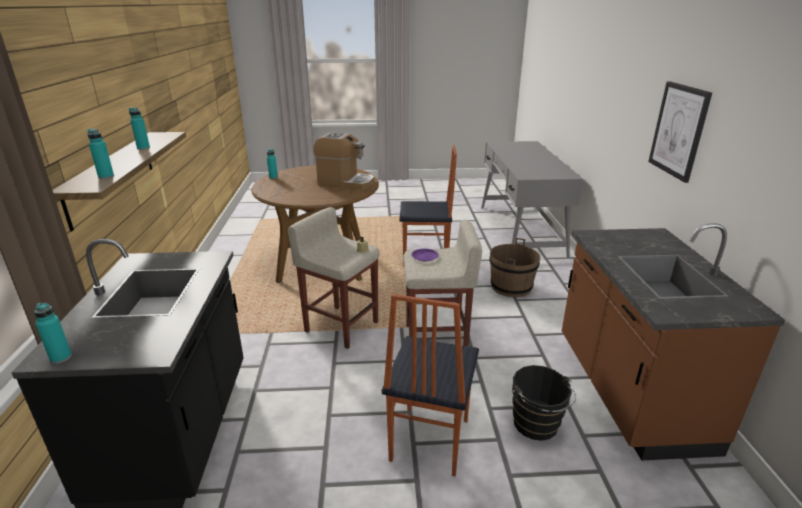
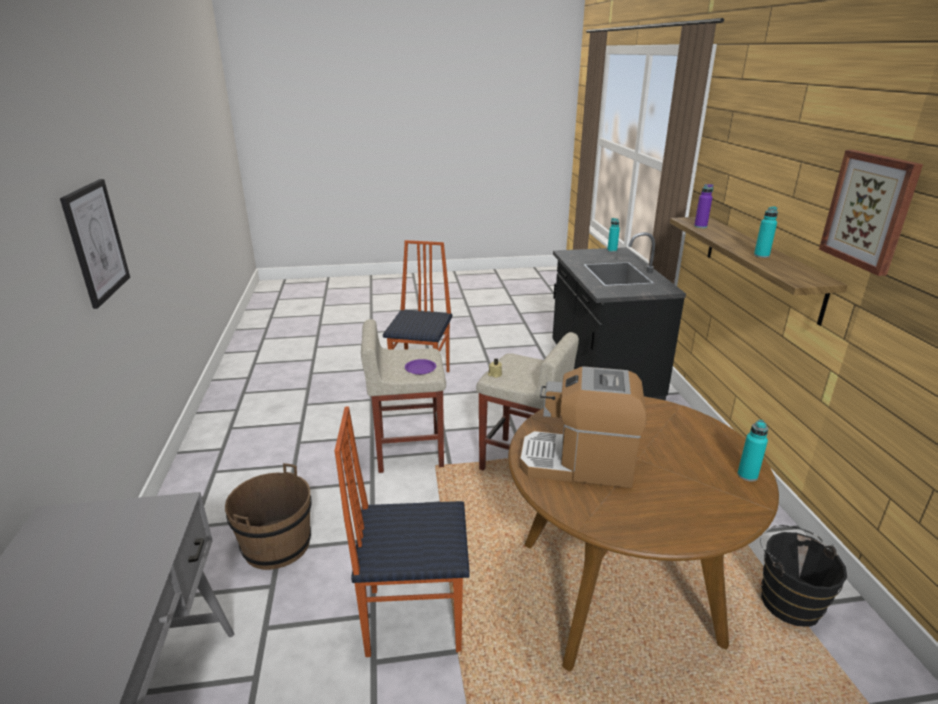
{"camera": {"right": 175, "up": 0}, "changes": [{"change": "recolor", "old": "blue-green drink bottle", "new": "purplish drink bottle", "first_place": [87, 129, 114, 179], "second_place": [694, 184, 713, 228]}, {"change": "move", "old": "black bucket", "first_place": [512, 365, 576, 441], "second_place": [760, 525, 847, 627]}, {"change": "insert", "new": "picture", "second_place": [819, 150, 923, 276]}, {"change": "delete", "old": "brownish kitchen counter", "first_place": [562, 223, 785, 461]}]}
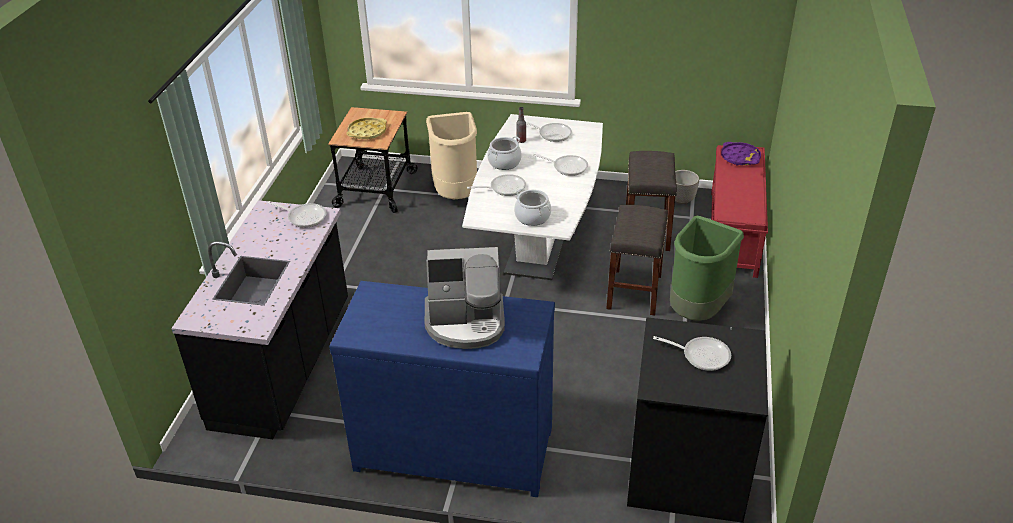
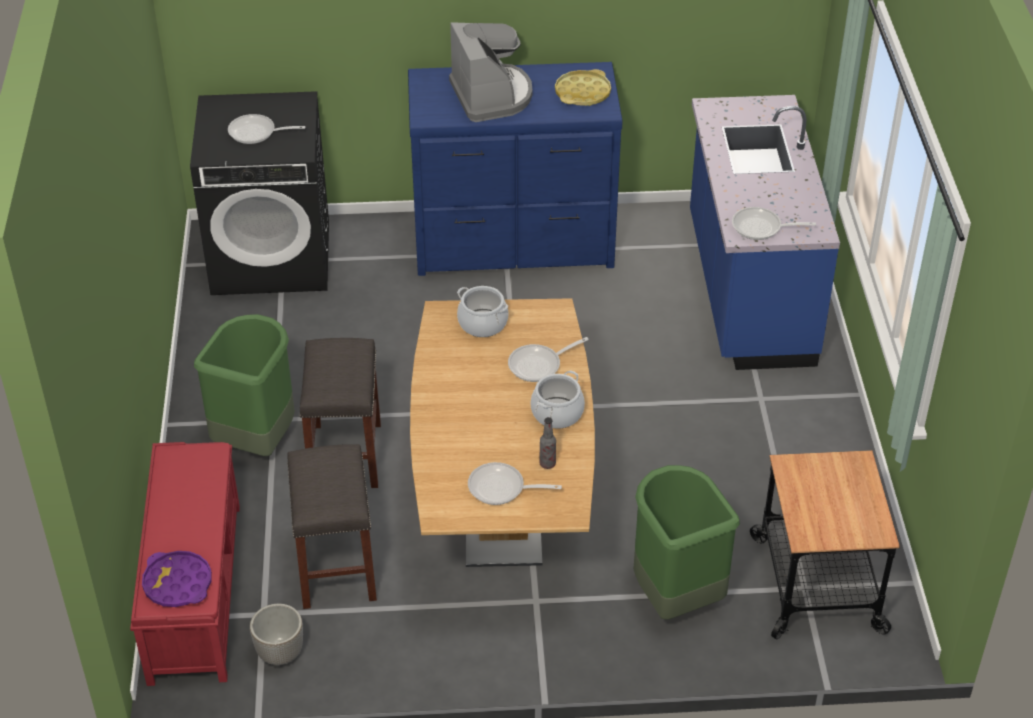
{"camera": {"right": 165, "up": 5}, "changes": [{"change": "recolor", "old": "white dining table", "new": "brownish dining table", "first_place": [462, 114, 603, 280], "second_place": [410, 298, 595, 567]}, {"change": "rotate", "old": "coffee machine", "first_place": [425, 247, 505, 349], "second_place": [449, 22, 532, 122], "degrees": 90}, {"change": "move", "old": "yellowish carrying tray", "first_place": [347, 118, 387, 139], "second_place": [555, 69, 611, 106]}, {"change": "recolor", "old": "beige-coloured waste bin", "new": "greenish waste bin", "first_place": [426, 112, 477, 199], "second_place": [633, 465, 740, 620]}, {"change": "recolor", "old": "black kitchen counter", "new": "bluish kitchen counter", "first_place": [171, 200, 348, 439], "second_place": [690, 95, 840, 370]}, {"change": "delete", "old": "skillet", "first_place": [532, 154, 588, 176]}]}
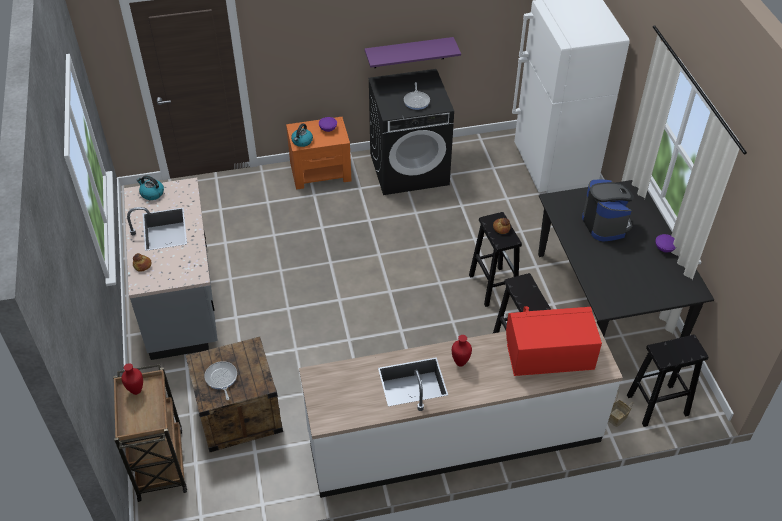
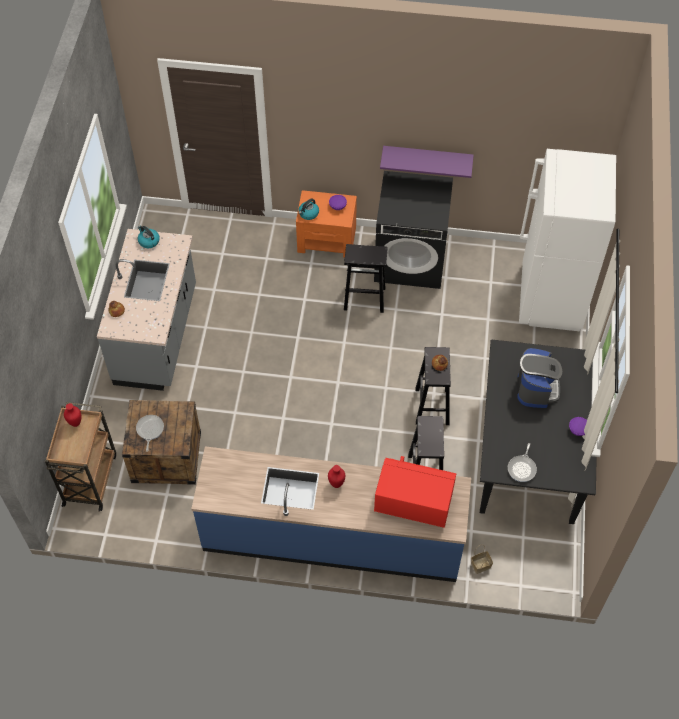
{"camera": {"right": 20, "up": 10}, "changes": [{"change": "recolor", "old": "white kitchen counter", "new": "bluish kitchen counter", "first_place": [299, 317, 623, 498], "second_place": [191, 446, 471, 582]}, {"change": "move", "old": "black stool", "first_place": [627, 334, 709, 427], "second_place": [344, 244, 388, 313]}, {"change": "move", "old": "skillet", "first_place": [404, 82, 430, 110], "second_place": [508, 443, 537, 482]}]}
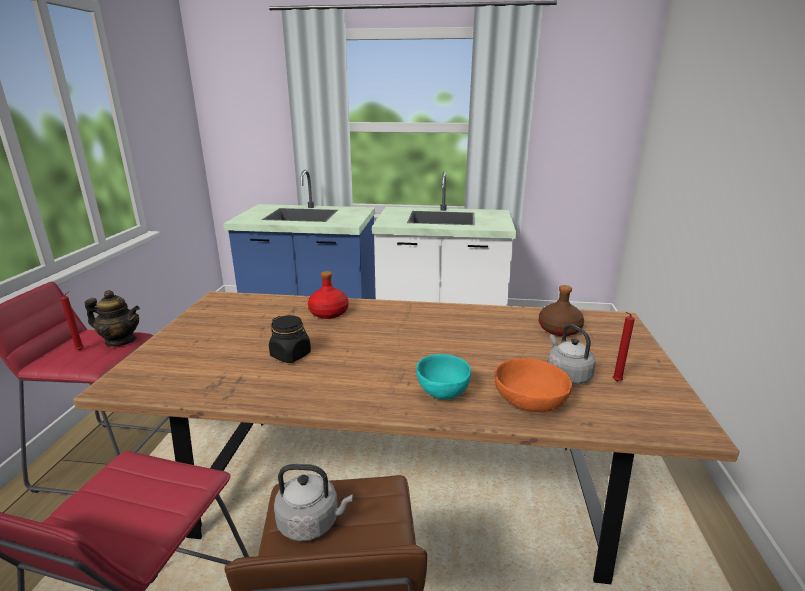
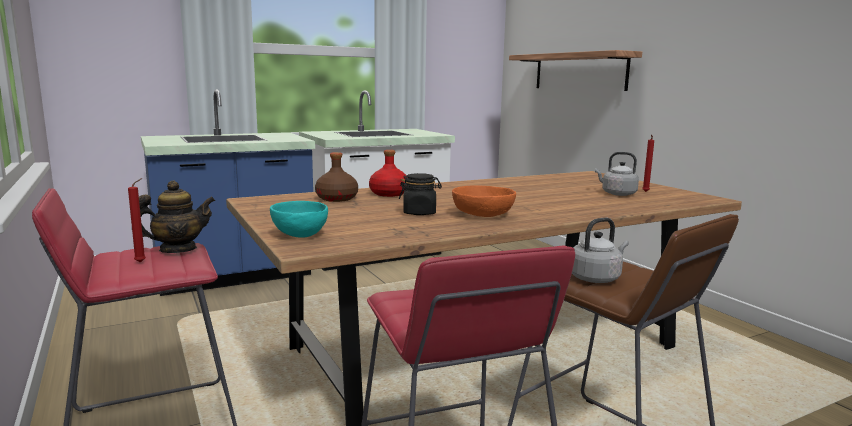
{"camera": {"right": -35, "up": -10}, "changes": [{"change": "move", "old": "blue-green deep dish", "first_place": [416, 354, 471, 400], "second_place": [270, 201, 328, 238]}, {"change": "move", "old": "brownish drink bottle", "first_place": [539, 285, 584, 336], "second_place": [315, 152, 358, 202]}, {"change": "move", "old": "orangey deep dish", "first_place": [495, 358, 572, 412], "second_place": [452, 186, 516, 217]}, {"change": "insert", "new": "bracket shelf", "second_place": [509, 50, 642, 91]}]}
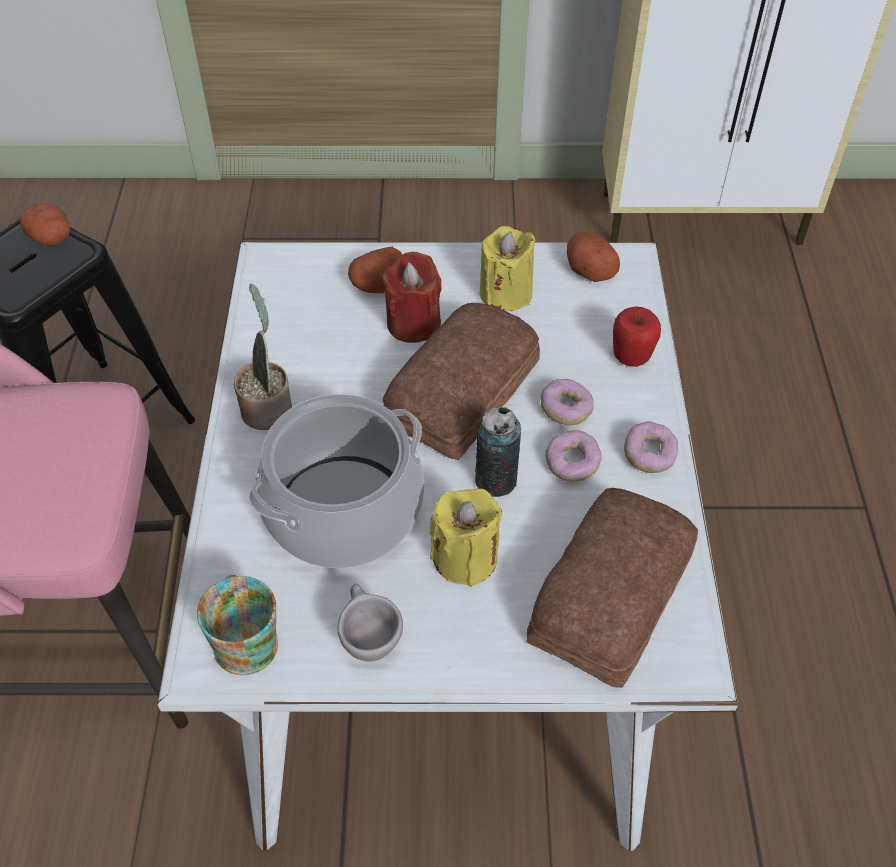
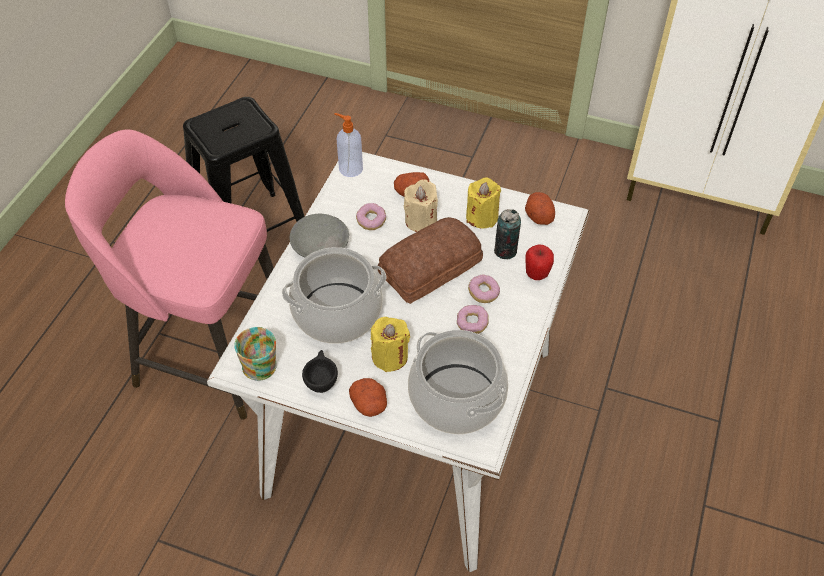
{"camera": {"right": 20, "up": 0}, "changes": [{"change": "replace", "old": "plant in a pot", "new": "greyish deep dish", "first_place": [234, 284, 292, 430], "second_place": [290, 214, 349, 258]}, {"change": "recolor", "old": "beige-coloured small cup", "new": "black small cup", "first_place": [337, 583, 403, 662], "second_place": [302, 350, 338, 393]}, {"change": "insert", "new": "soap bottle", "second_place": [334, 113, 363, 177]}, {"change": "move", "old": "potato", "first_place": [20, 203, 71, 246], "second_place": [349, 378, 387, 417]}, {"change": "move", "old": "donut", "first_place": [624, 421, 678, 473], "second_place": [356, 203, 386, 230]}, {"change": "recolor", "old": "red-coloured wax light", "new": "beige-coloured wax light", "first_place": [382, 252, 441, 343], "second_place": [404, 179, 438, 232]}, {"change": "replace", "old": "bread", "new": "stockpot", "first_place": [526, 488, 698, 688], "second_place": [408, 330, 508, 434]}, {"change": "move", "old": "can", "first_place": [475, 407, 521, 497], "second_place": [494, 209, 521, 259]}]}
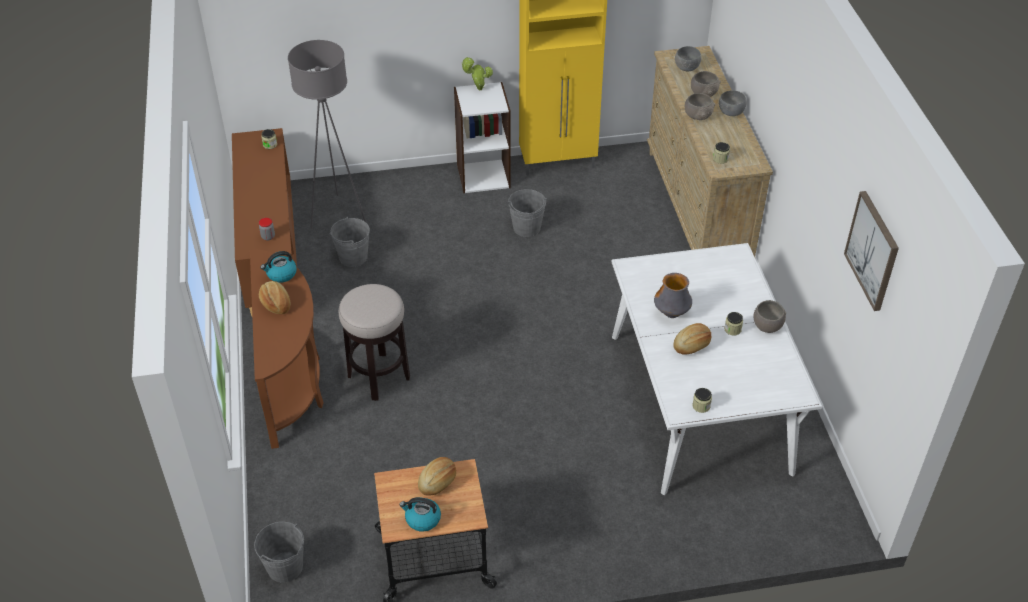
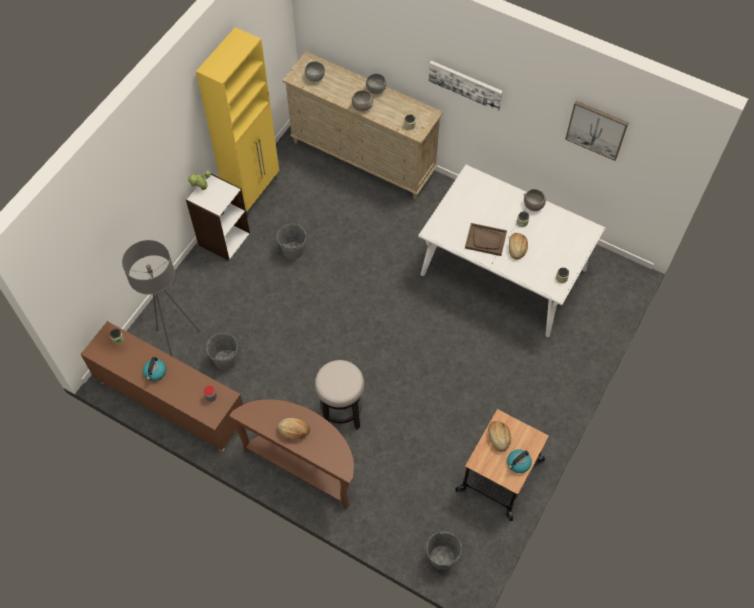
{"camera": {"right": -50, "up": 15}, "changes": [{"change": "move", "old": "kettle", "first_place": [260, 251, 297, 283], "second_place": [143, 357, 166, 381]}, {"change": "insert", "new": "picture", "second_place": [429, 61, 503, 111]}, {"change": "replace", "old": "decorative vase", "new": "brownish carrying tray", "first_place": [654, 273, 692, 318], "second_place": [465, 223, 507, 256]}, {"change": "delete", "old": "greyish deep dish", "first_place": [691, 71, 721, 97]}]}
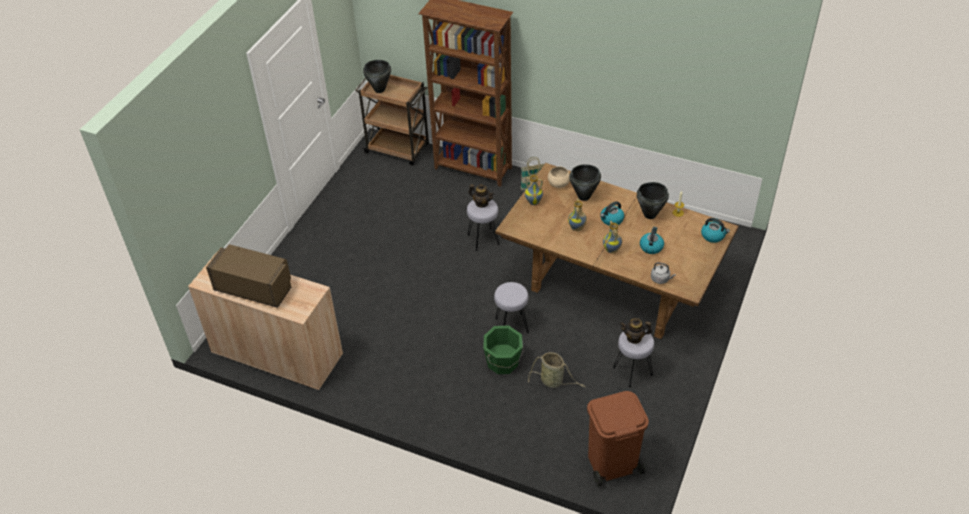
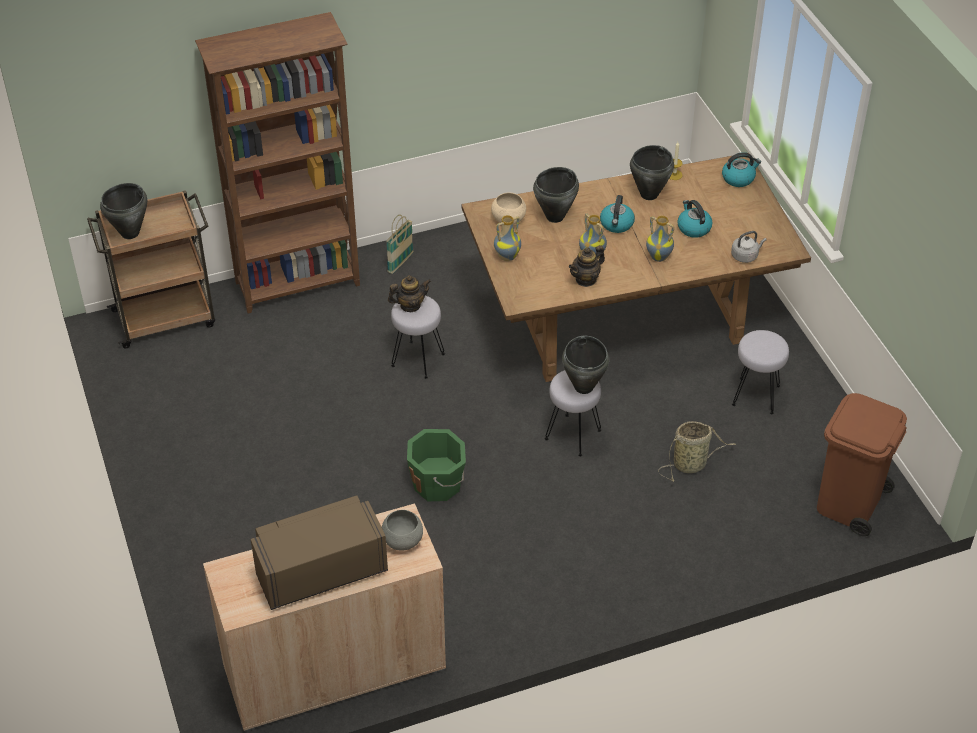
{"camera": {"right": -45, "up": 0}, "changes": [{"change": "insert", "new": "greyish deep dish", "second_place": [382, 510, 423, 551]}, {"change": "move", "old": "greenish bucket", "first_place": [484, 325, 523, 374], "second_place": [407, 429, 466, 501]}, {"change": "insert", "new": "black stockpot", "second_place": [562, 336, 609, 394]}, {"change": "move", "old": "pot for tea", "first_place": [620, 318, 652, 344], "second_place": [569, 245, 605, 287]}]}
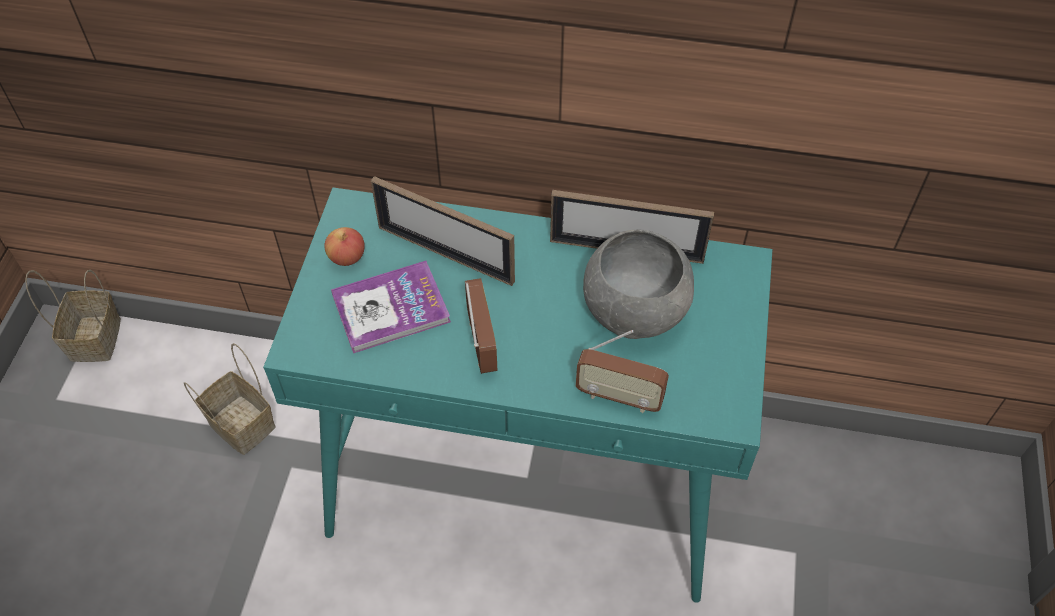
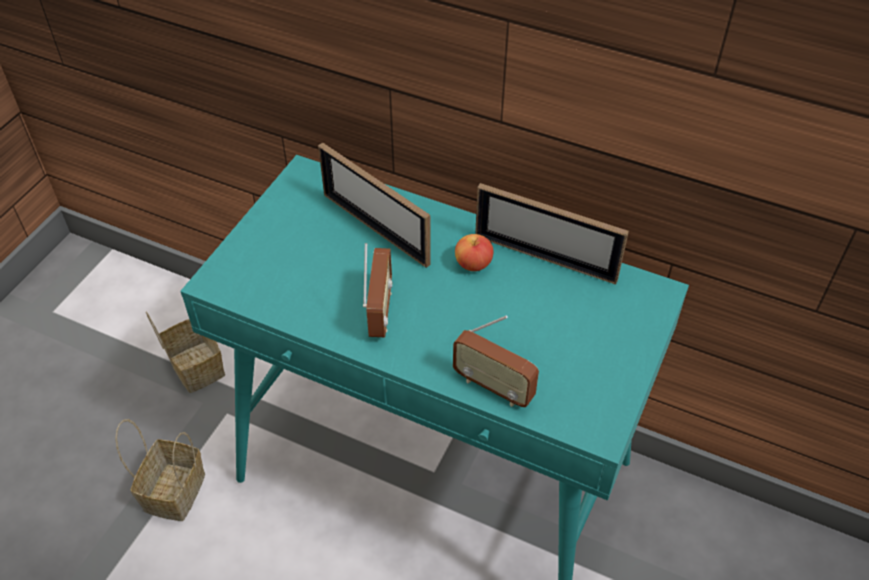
{"camera": {"right": 15, "up": -5}, "changes": [{"change": "move", "old": "household basket", "first_place": [25, 270, 121, 362], "second_place": [115, 419, 205, 521]}, {"change": "move", "old": "apple", "first_place": [325, 227, 365, 266], "second_place": [455, 234, 494, 271]}, {"change": "delete", "old": "bound book", "first_place": [331, 261, 451, 353]}, {"change": "delete", "old": "greyish deep dish", "first_place": [583, 230, 694, 339]}]}
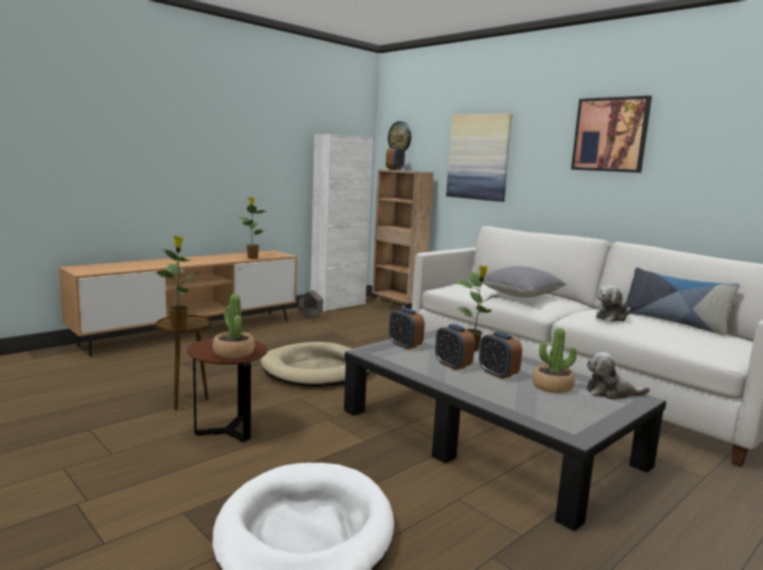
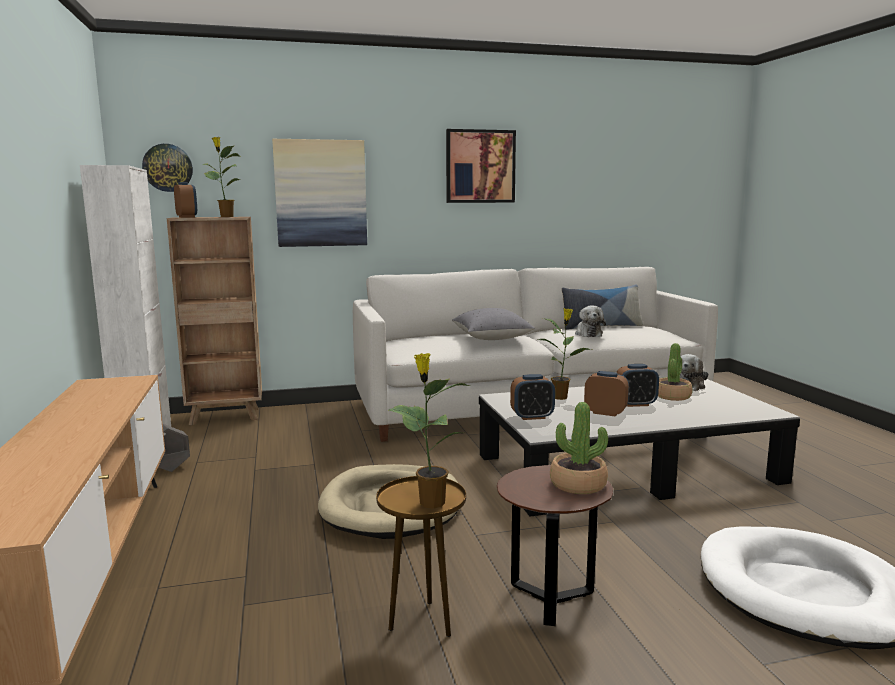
{"camera": {"right": -60, "up": 0}, "changes": [{"change": "move", "old": "plant in a pot", "first_place": [238, 197, 266, 259], "second_place": [202, 137, 241, 217]}, {"change": "rotate", "old": "bedside clock", "first_place": [435, 324, 475, 370], "second_place": [584, 371, 629, 417], "degrees": -150}]}
